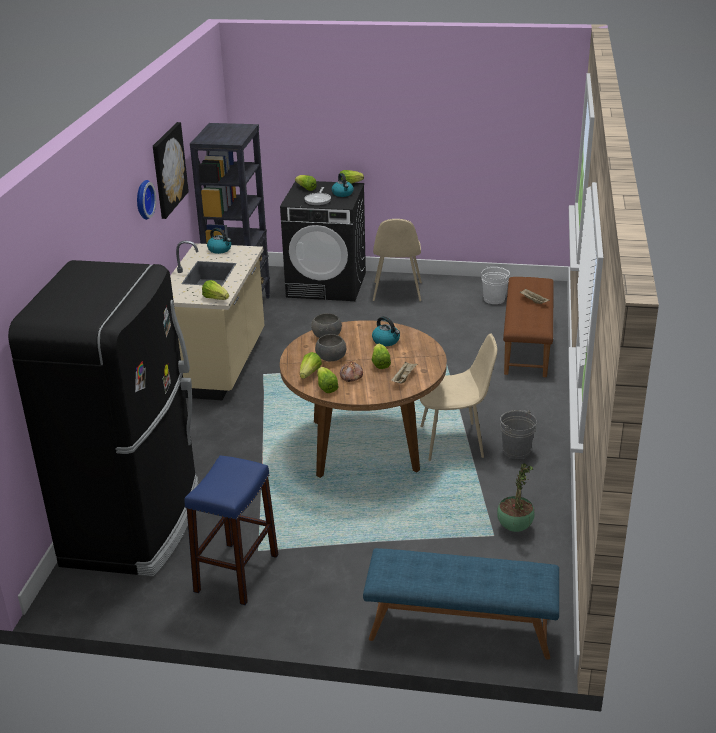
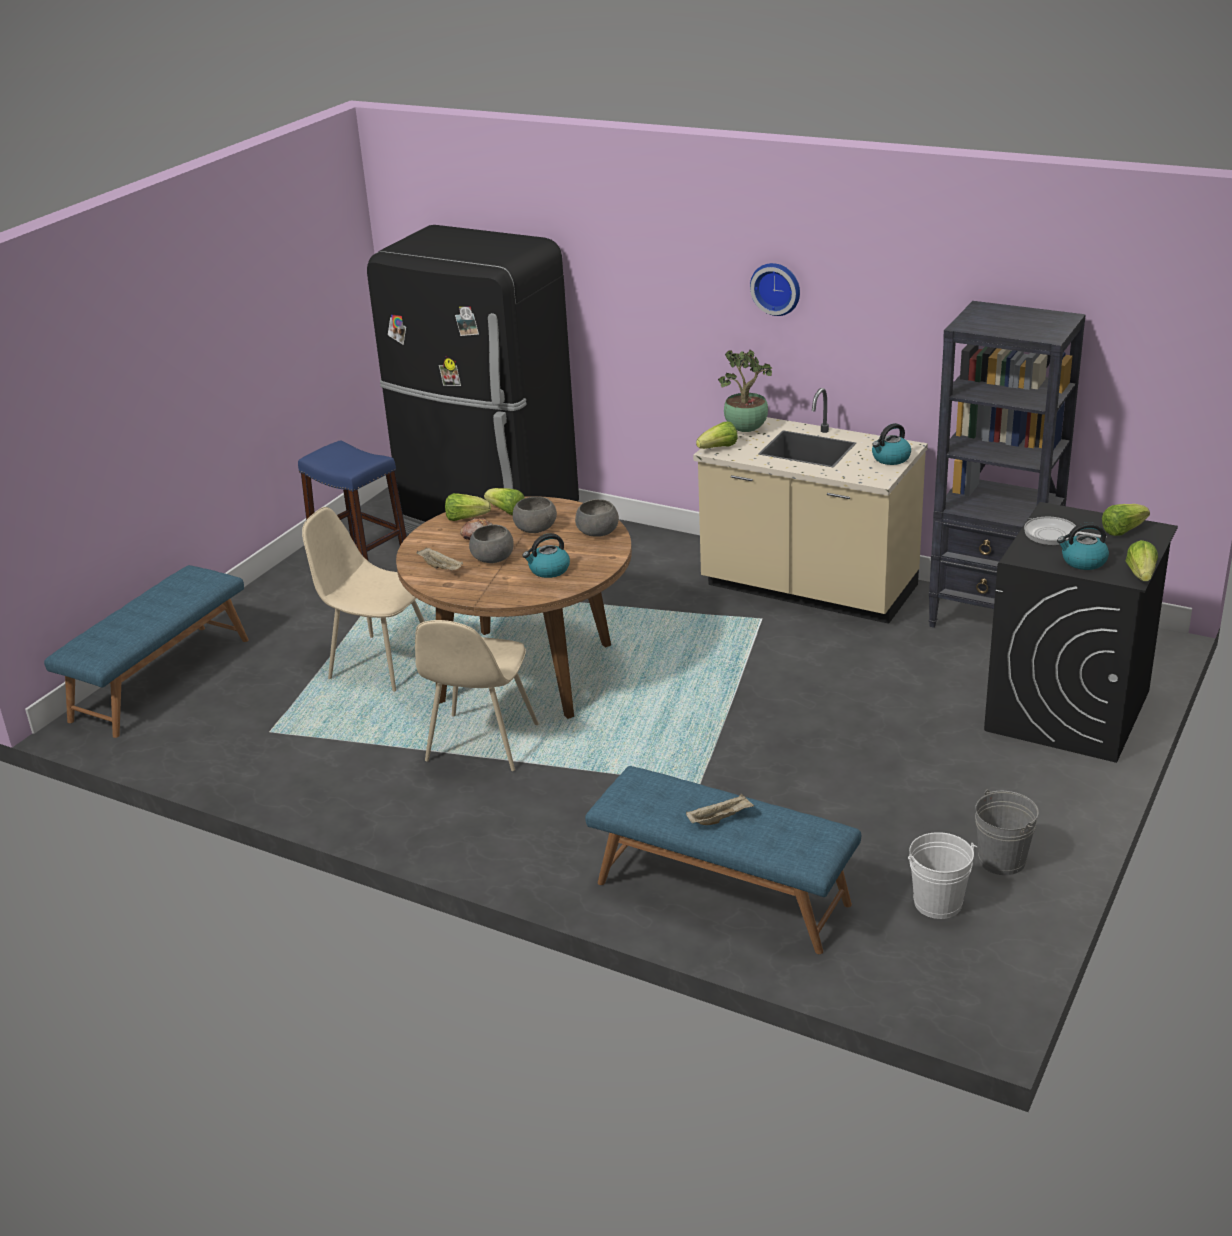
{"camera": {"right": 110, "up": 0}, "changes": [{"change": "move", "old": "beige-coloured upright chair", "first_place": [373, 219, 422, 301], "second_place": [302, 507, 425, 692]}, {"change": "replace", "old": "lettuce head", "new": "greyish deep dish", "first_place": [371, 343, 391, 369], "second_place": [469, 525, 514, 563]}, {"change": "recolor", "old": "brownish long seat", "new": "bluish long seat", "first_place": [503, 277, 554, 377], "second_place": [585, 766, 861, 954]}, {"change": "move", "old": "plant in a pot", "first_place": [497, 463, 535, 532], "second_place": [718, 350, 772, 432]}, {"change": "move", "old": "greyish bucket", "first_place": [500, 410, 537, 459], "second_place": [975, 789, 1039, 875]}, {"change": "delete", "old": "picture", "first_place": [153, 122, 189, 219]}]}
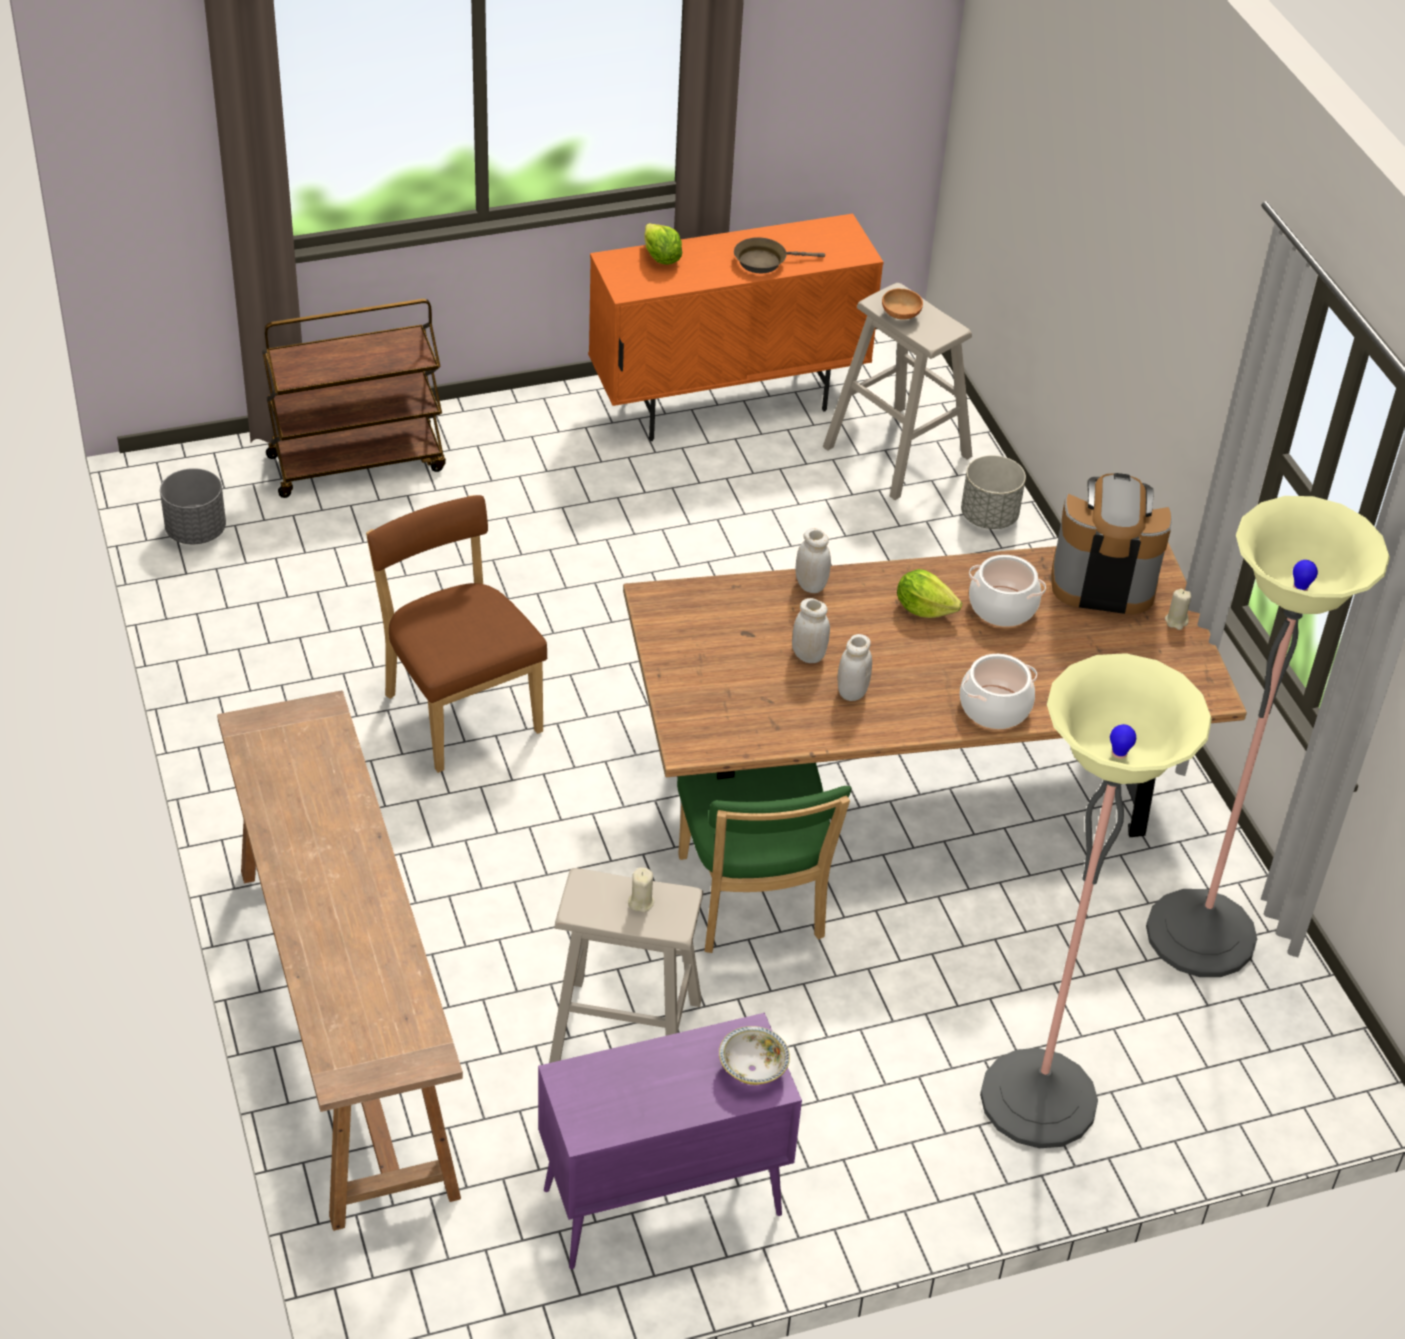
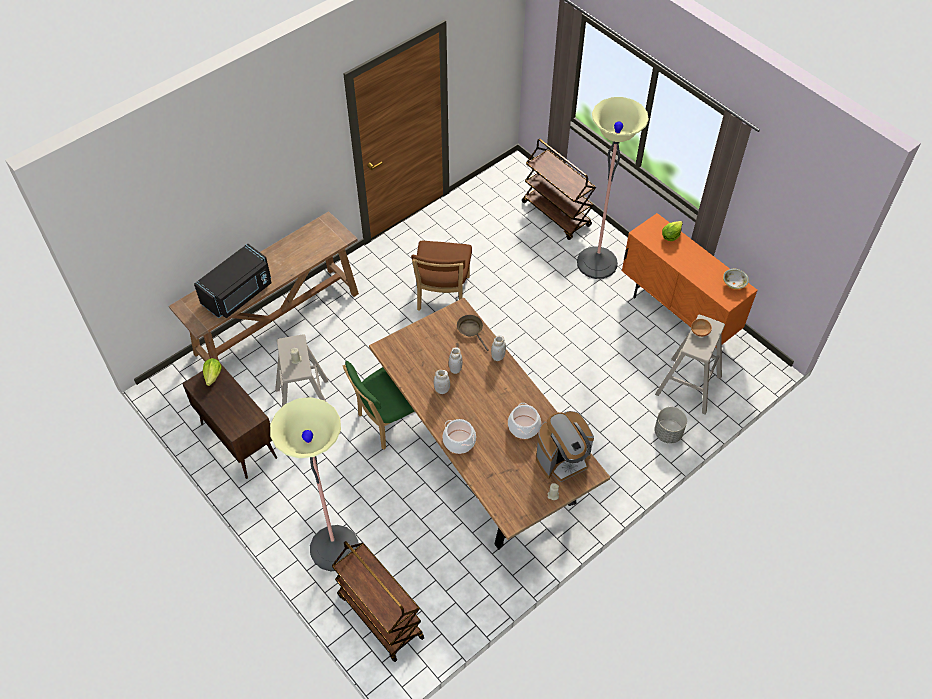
{"camera": {"right": 70, "up": 10}, "changes": [{"change": "recolor", "old": "purplish cabinet", "new": "brownish cabinet", "first_place": [538, 1013, 802, 1269], "second_place": [182, 363, 277, 479]}, {"change": "insert", "new": "black microwave oven", "second_place": [194, 243, 272, 318]}, {"change": "move", "old": "lettuce head", "first_place": [897, 569, 962, 618], "second_place": [203, 358, 222, 386]}, {"change": "insert", "new": "brownish cart", "second_place": [332, 541, 424, 662]}, {"change": "rotate", "old": "brownish upright chair", "first_place": [366, 495, 547, 773], "second_place": [411, 241, 472, 311], "degrees": 150}, {"change": "move", "old": "brownish skillet", "first_place": [734, 237, 825, 273], "second_place": [457, 315, 489, 351]}, {"change": "rotate", "old": "coffee machine", "first_place": [1051, 473, 1173, 614], "second_place": [536, 411, 594, 482], "degrees": 75}, {"change": "move", "old": "floor lamp", "first_place": [1146, 496, 1390, 977], "second_place": [577, 97, 649, 279]}, {"change": "move", "old": "deep dish", "first_place": [719, 1026, 790, 1085], "second_place": [723, 269, 749, 289]}, {"change": "delete", "old": "greyish plant pot", "first_place": [160, 468, 226, 544]}]}
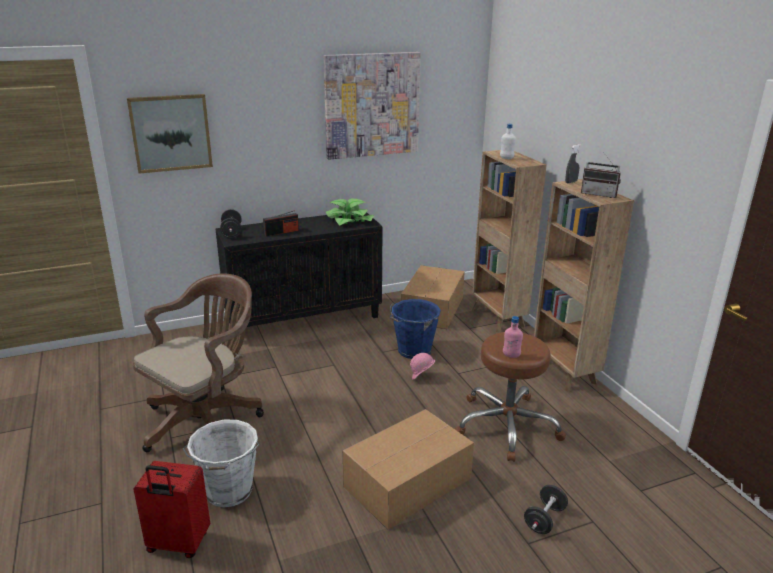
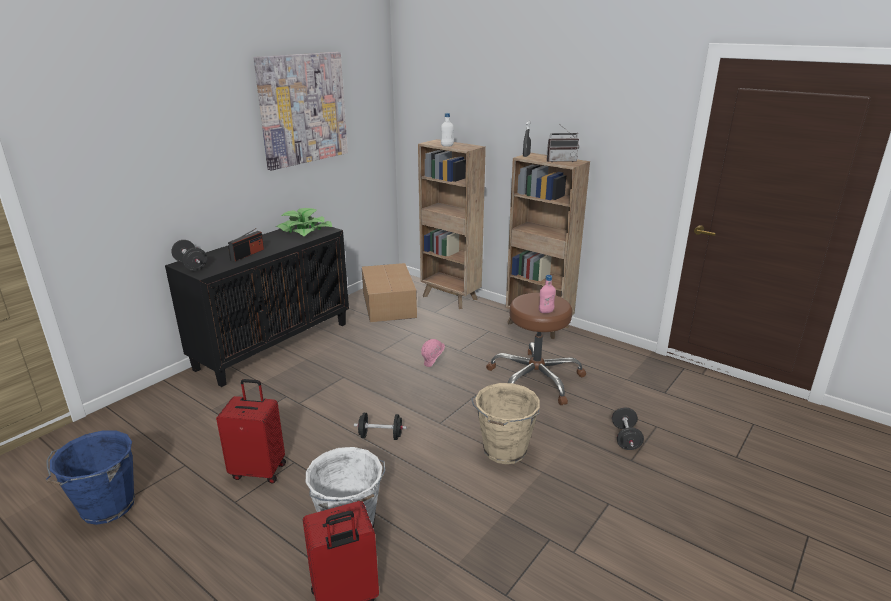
{"camera": {"right": -30, "up": 0}, "changes": [{"change": "move", "old": "bluish bucket", "first_place": [390, 299, 441, 359], "second_place": [46, 431, 135, 525]}, {"change": "replace", "old": "brownish office chair", "new": "red-coloured travel case", "first_place": [133, 273, 264, 452], "second_place": [216, 379, 286, 484]}, {"change": "insert", "new": "black free weight", "second_place": [354, 413, 407, 440]}, {"change": "replace", "old": "packing box", "new": "beige-coloured bucket", "first_place": [343, 409, 474, 530], "second_place": [471, 383, 540, 464]}, {"change": "delete", "old": "picture", "first_place": [127, 94, 213, 174]}]}
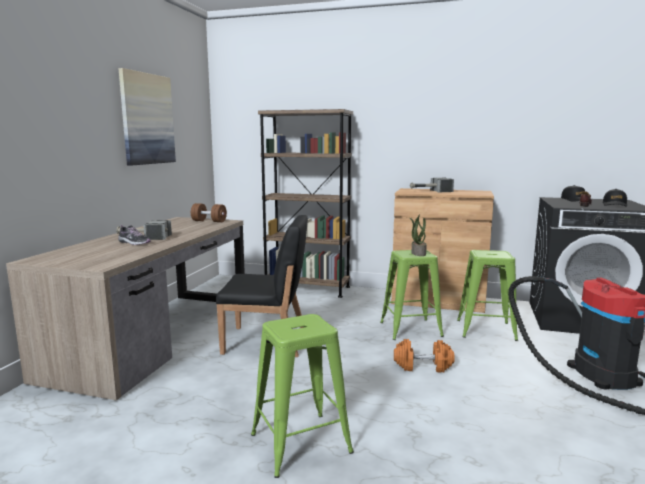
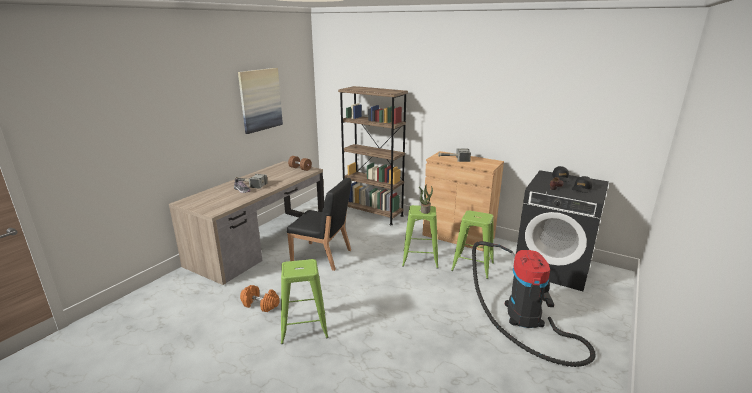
{"camera": {"right": 15, "up": 10}, "changes": [{"change": "move", "old": "orangey free weight", "first_place": [394, 339, 455, 372], "second_place": [240, 285, 280, 312]}]}
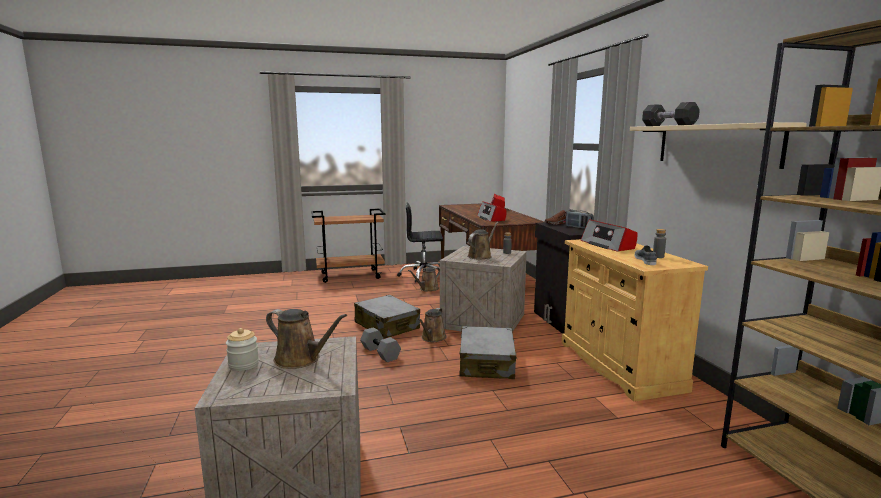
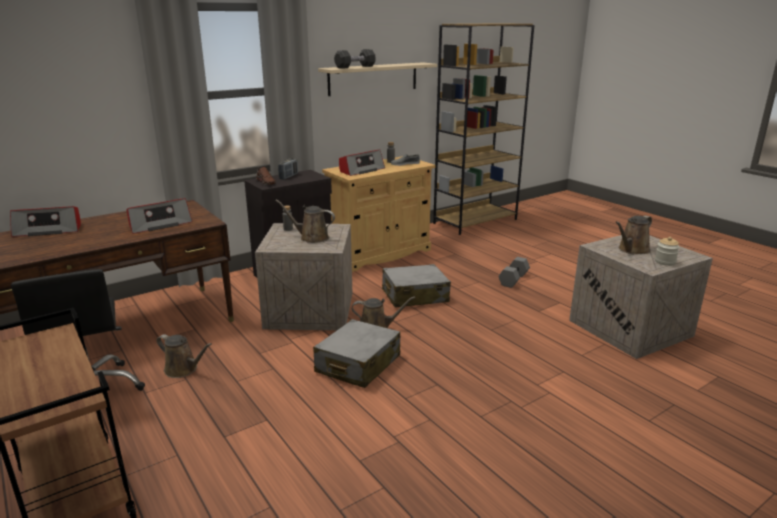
{"camera": {"right": -110, "up": 10}, "changes": [{"change": "move", "old": "greyish free weight", "first_place": [360, 327, 401, 362], "second_place": [498, 257, 530, 288]}, {"change": "rotate", "old": "brownish watering can", "first_place": [266, 309, 347, 369], "second_place": [615, 216, 652, 255], "degrees": -135}]}
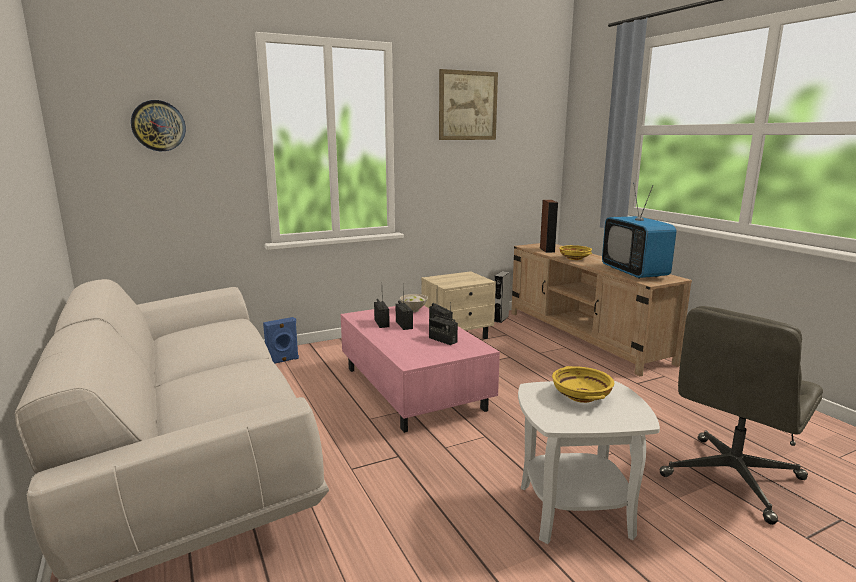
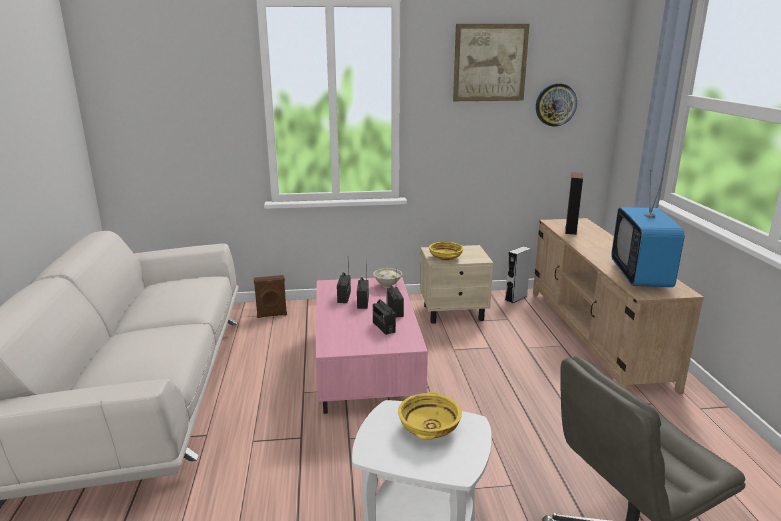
{"camera": {"right": 20, "up": 5}, "changes": [{"change": "recolor", "old": "bluish loudspeaker", "new": "brownish loudspeaker", "first_place": [263, 317, 299, 363], "second_place": [254, 275, 287, 318]}, {"change": "move", "old": "yellowish deep dish", "first_place": [559, 245, 592, 260], "second_place": [429, 242, 464, 261]}, {"change": "move", "old": "hanging clock", "first_place": [131, 100, 186, 151], "second_place": [536, 83, 577, 127]}]}
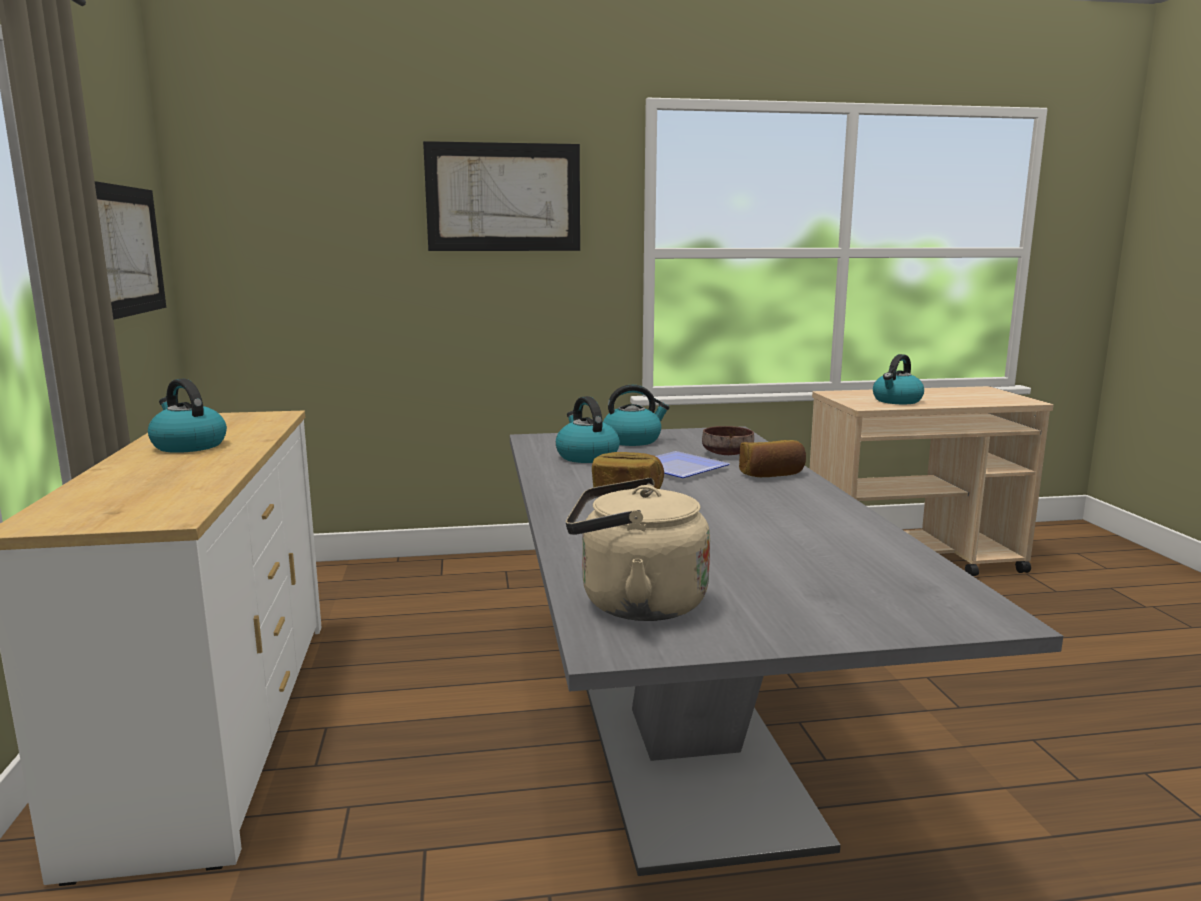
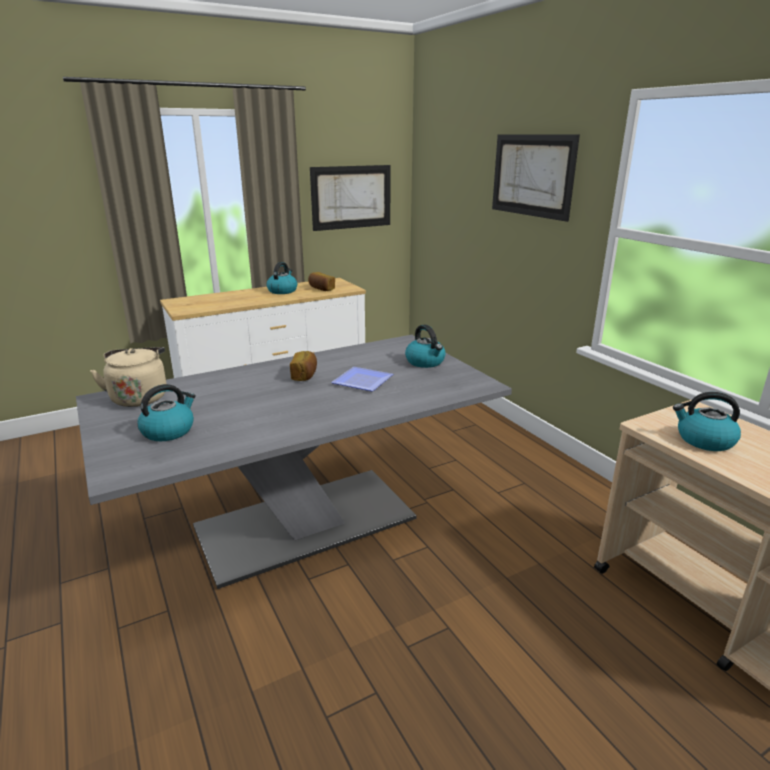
{"camera": {"right": 70, "up": 10}, "changes": [{"change": "move", "old": "kettle", "first_place": [556, 396, 620, 463], "second_place": [138, 384, 196, 441]}, {"change": "move", "old": "bread", "first_place": [739, 440, 806, 477], "second_place": [308, 272, 335, 291]}, {"change": "delete", "old": "brownish deep dish", "first_place": [702, 426, 754, 455]}]}
